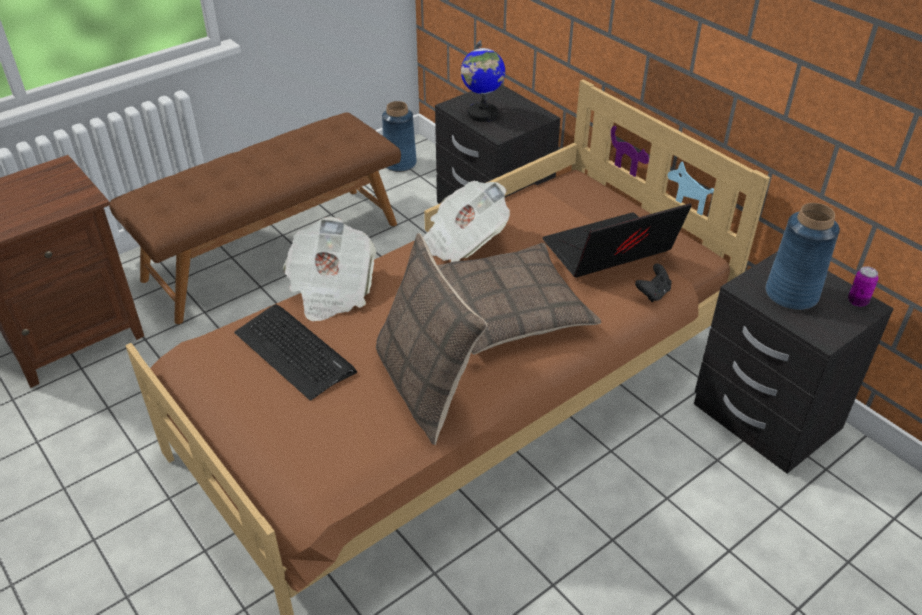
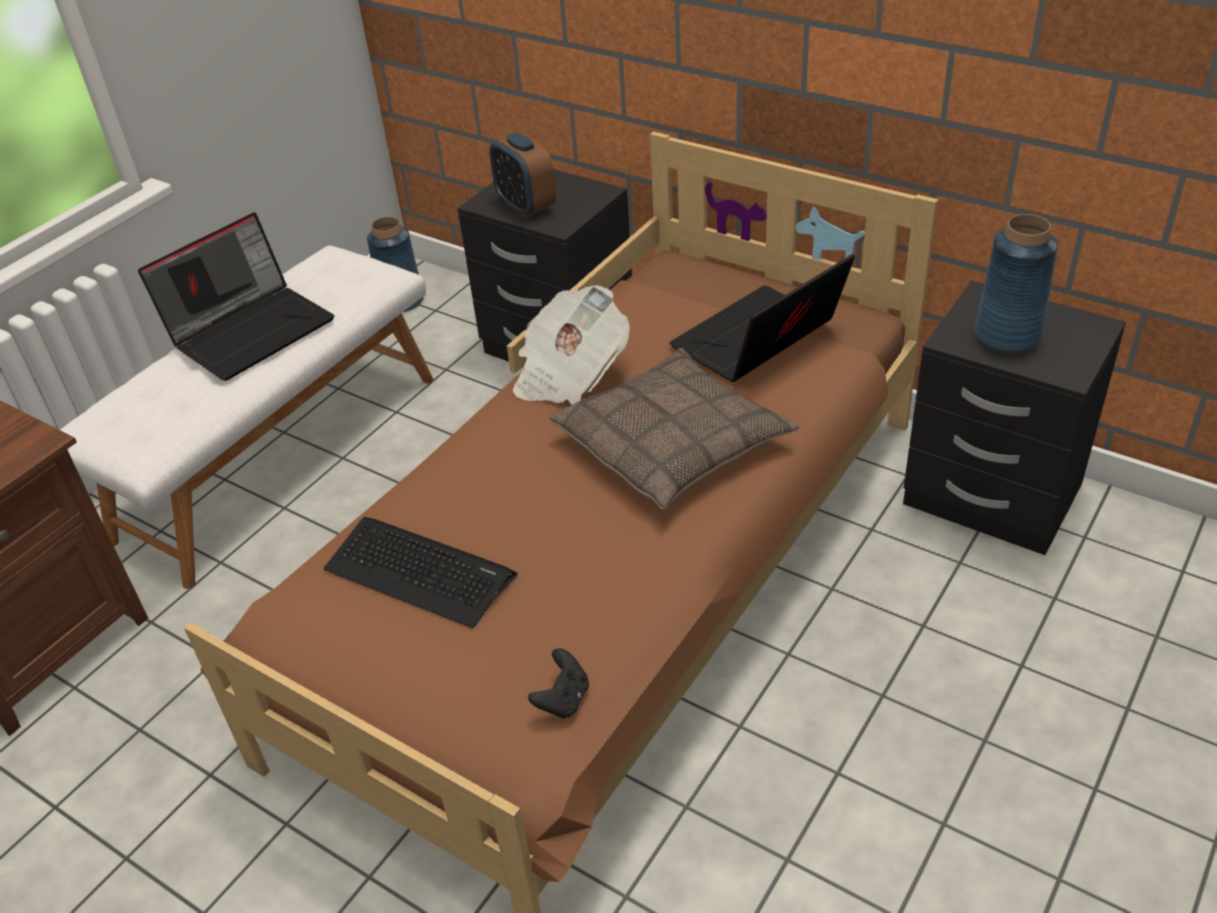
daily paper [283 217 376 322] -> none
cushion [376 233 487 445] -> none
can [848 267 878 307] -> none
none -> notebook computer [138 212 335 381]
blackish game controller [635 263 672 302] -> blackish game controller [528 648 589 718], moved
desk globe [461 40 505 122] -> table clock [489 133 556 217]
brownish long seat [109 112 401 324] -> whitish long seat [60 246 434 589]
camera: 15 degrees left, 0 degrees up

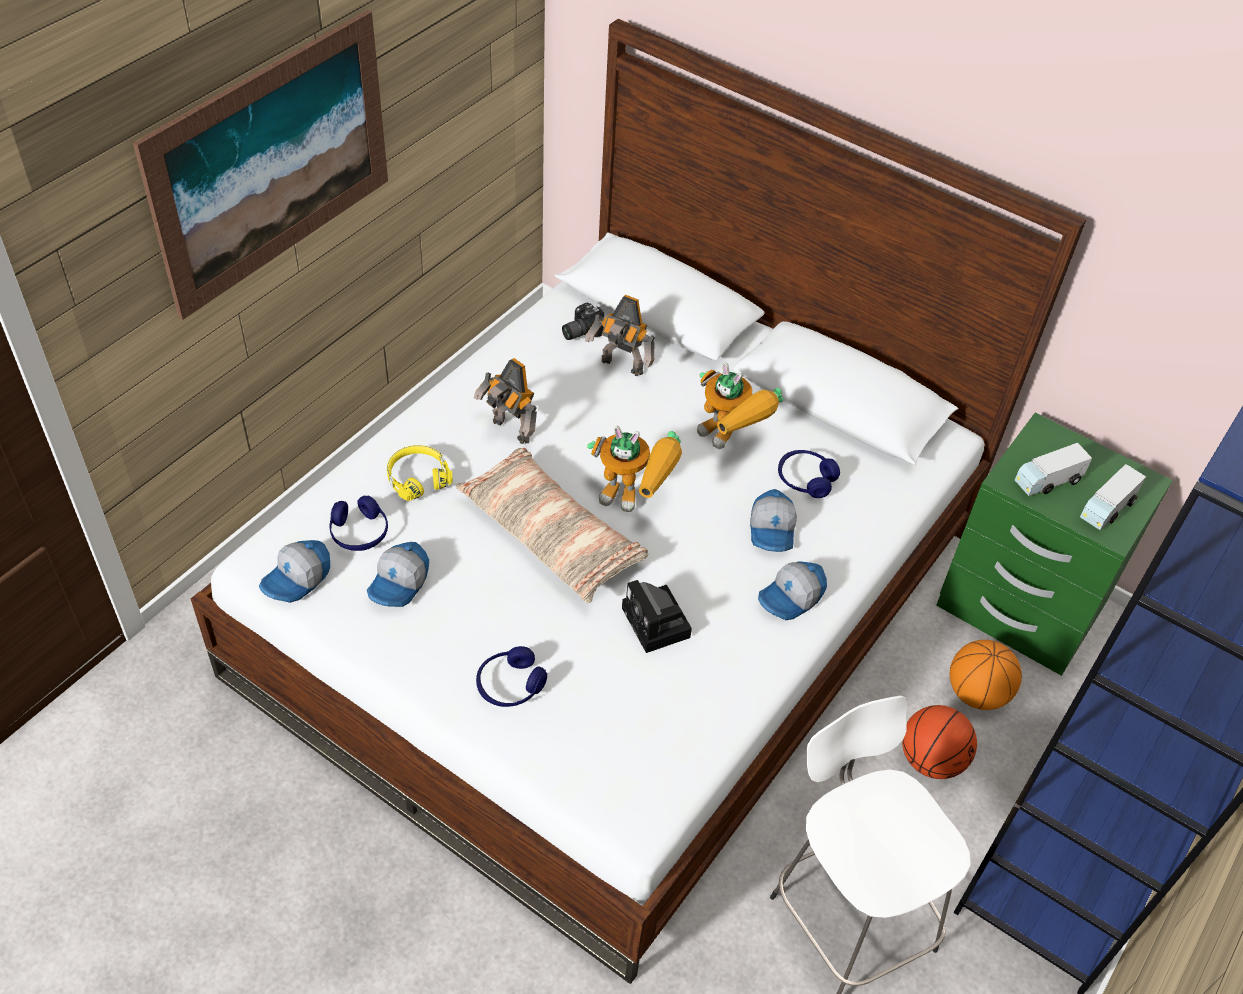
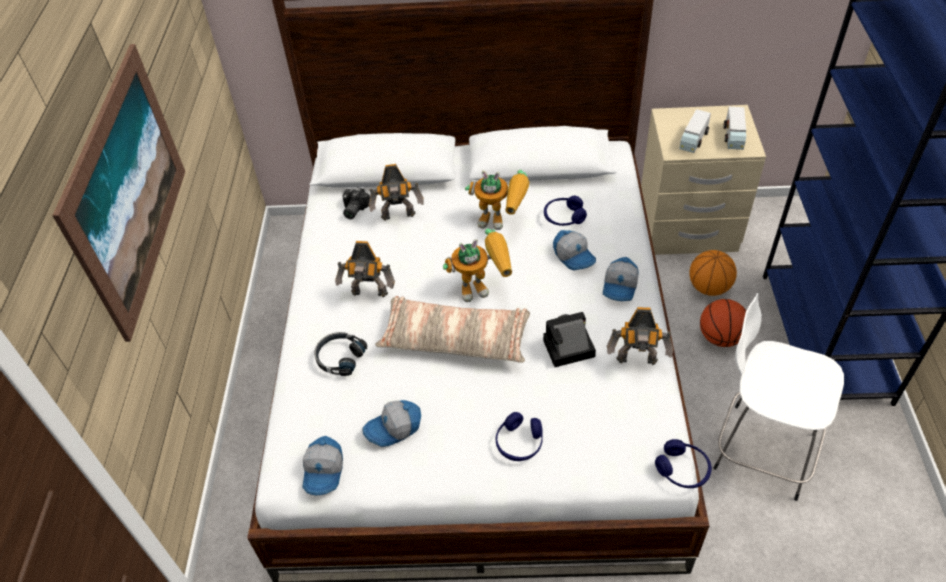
none -> model robot [607 307 673 365]
blue-coloured pair of headphones [329 496 388 551] -> blue-coloured pair of headphones [655 439 712 488], moved
yellow pair of headphones [387 445 453 501] -> blackish pair of headphones [314 332 367 376]
greenish bedside table [936 413 1173 676] -> beige bedside table [641 105 766 255]
baseball cap [367 542 429 607] -> baseball cap [362 400 421 447], 75 degrees clockwise
still camera [622 580 692 653] -> still camera [543 312 596 367], 135 degrees clockwise
camera: 30 degrees left, 0 degrees up

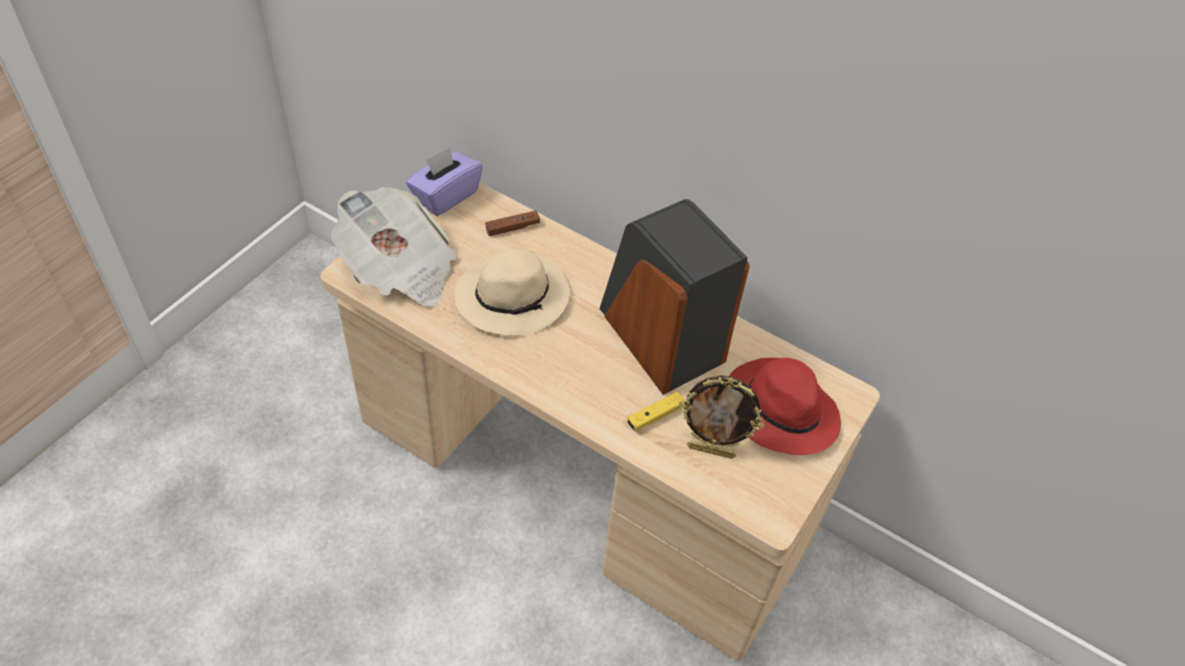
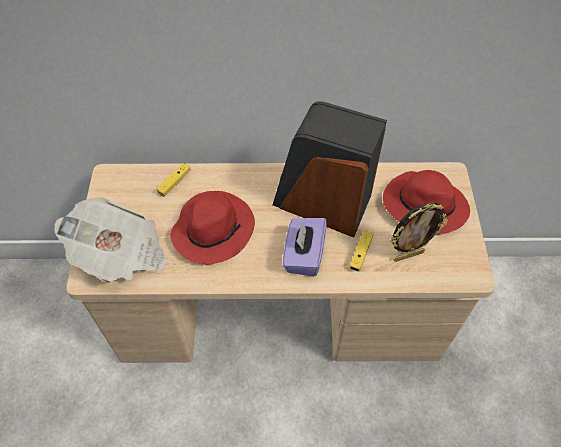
purplish tissue box [406 147 483 216] -> purplish tissue box [283 218 326 276], moved
beige clothing hat [455 249 570 336] -> reddish clothing hat [170 191 255 264]
brownish game controller [485 210 540 236] -> yellow game controller [157 163 191 197]
camera: 30 degrees left, 5 degrees up

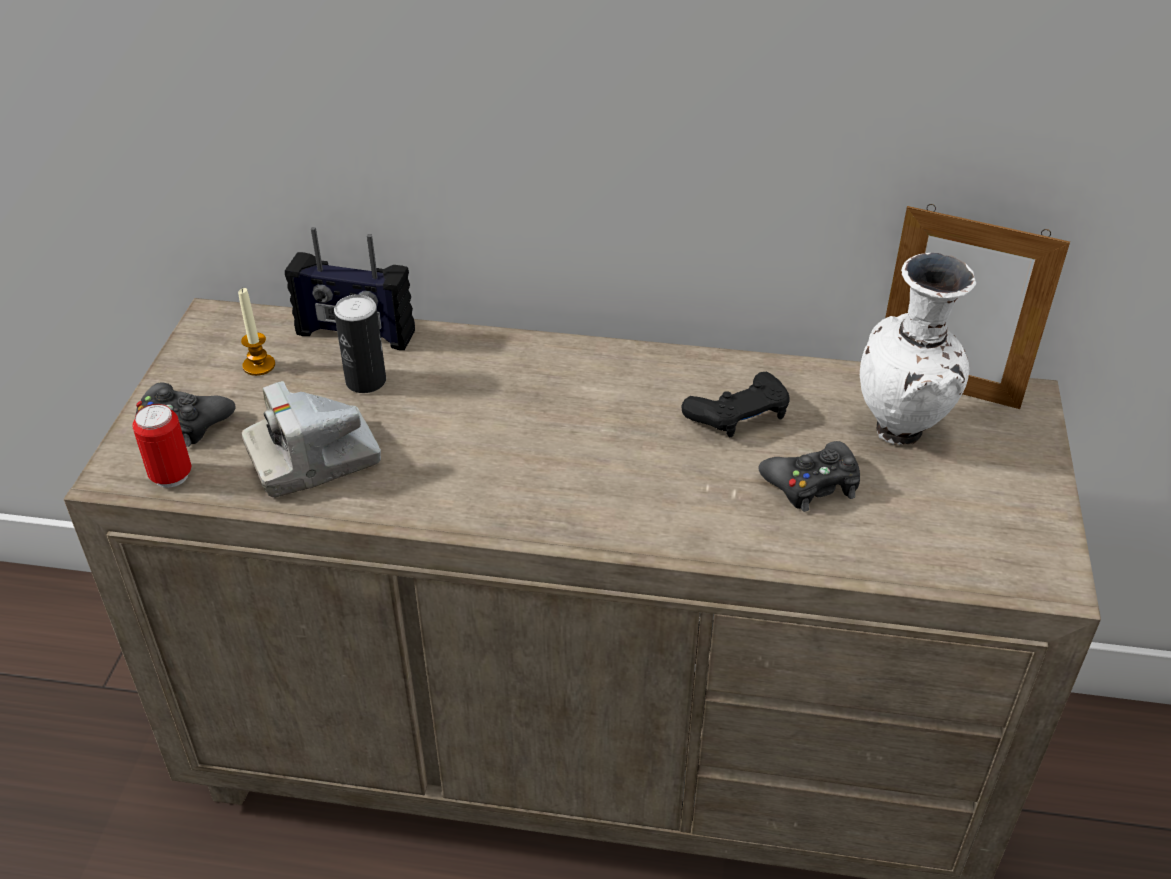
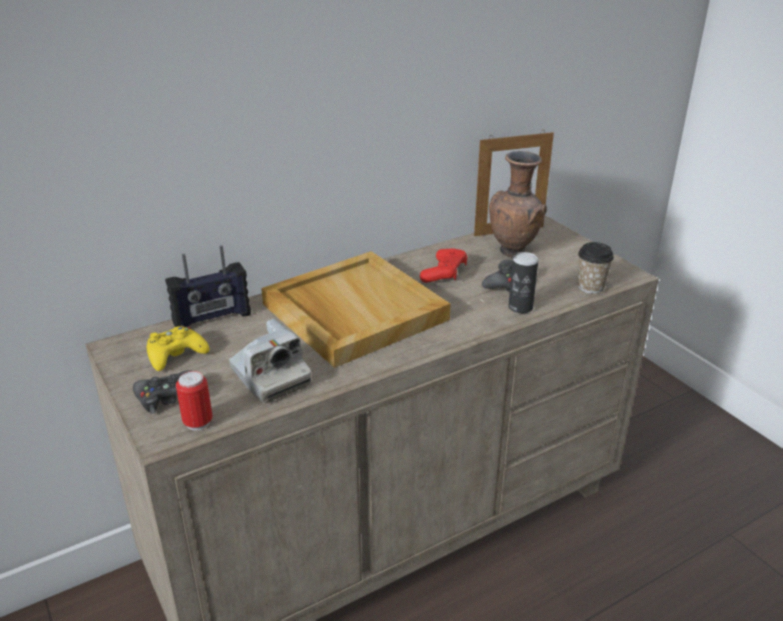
none -> beige serving tray [261 251 451 368]
none -> small cup [578 242 614 294]
can [334 294 386 393] -> can [508 252 538 313], moved
candle [238 288 275 376] -> yellow game controller [147 325 209 371]
blackish game controller [682 372 790 437] -> reddish game controller [420 249 467 283]
whitish flower vase [860 253 976 445] -> brownish flower vase [489 151 547 257]
still camera [242 381 381 497] -> still camera [229 319 311 403], 60 degrees counterclockwise
camera: 40 degrees left, 10 degrees down

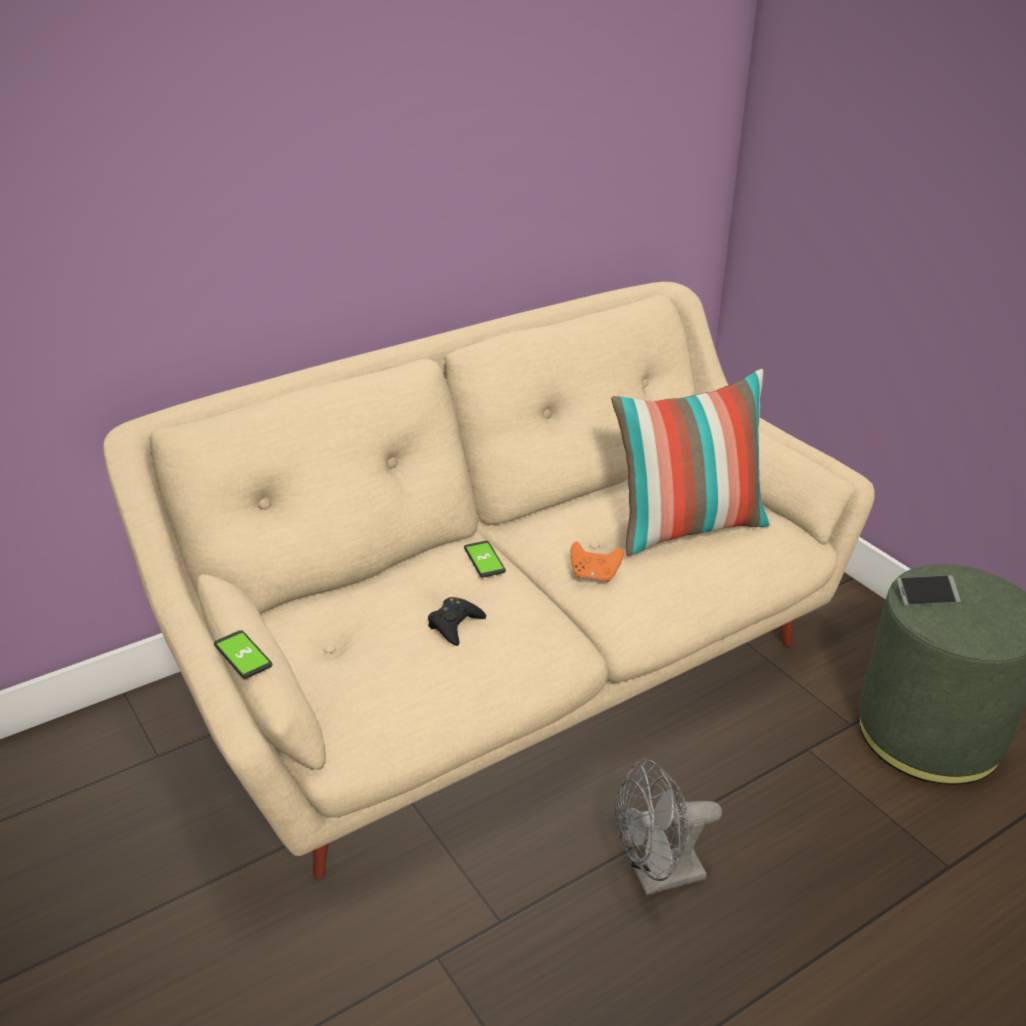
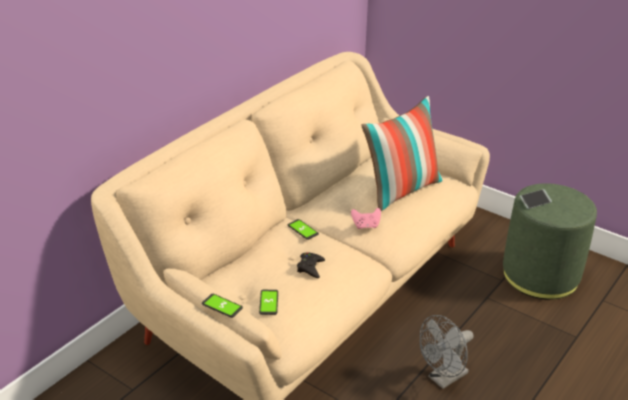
none -> phone [259 290 278 315]
orange game controller [571 541 624 582] -> pinkish game controller [351 208 381 229]
camera: 20 degrees left, 0 degrees up

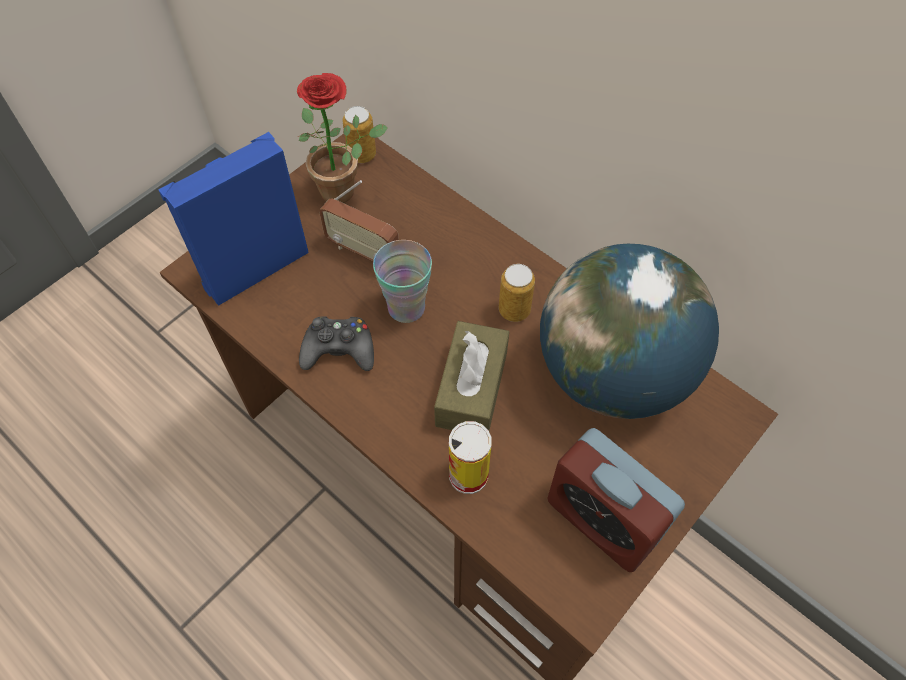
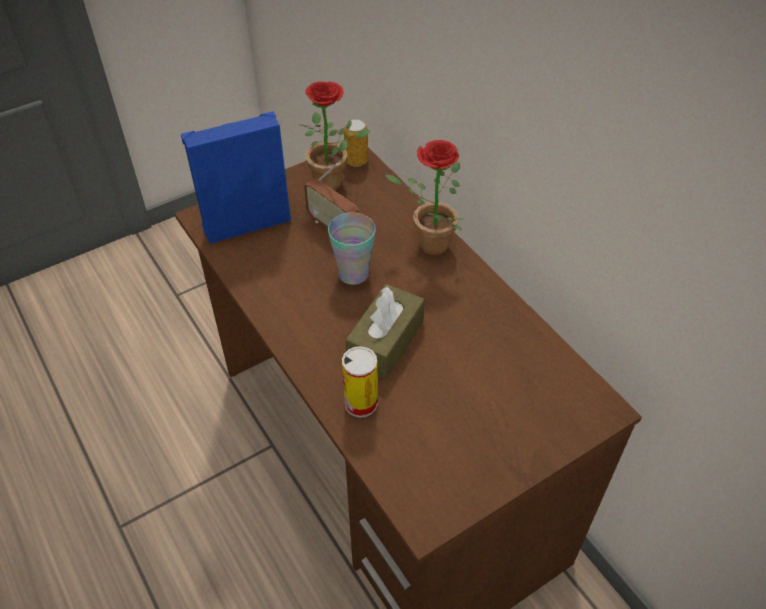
blackish game controller [299 316 374 371] -> none
can [499 264 535 322] -> none
desk globe [540 244 719 419] -> none
table clock [547 428 685 572] -> none
none -> houseplant [385 140 464 256]
camera: 15 degrees right, 10 degrees down

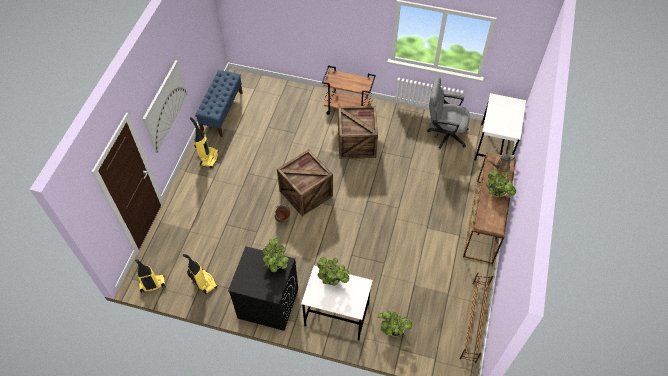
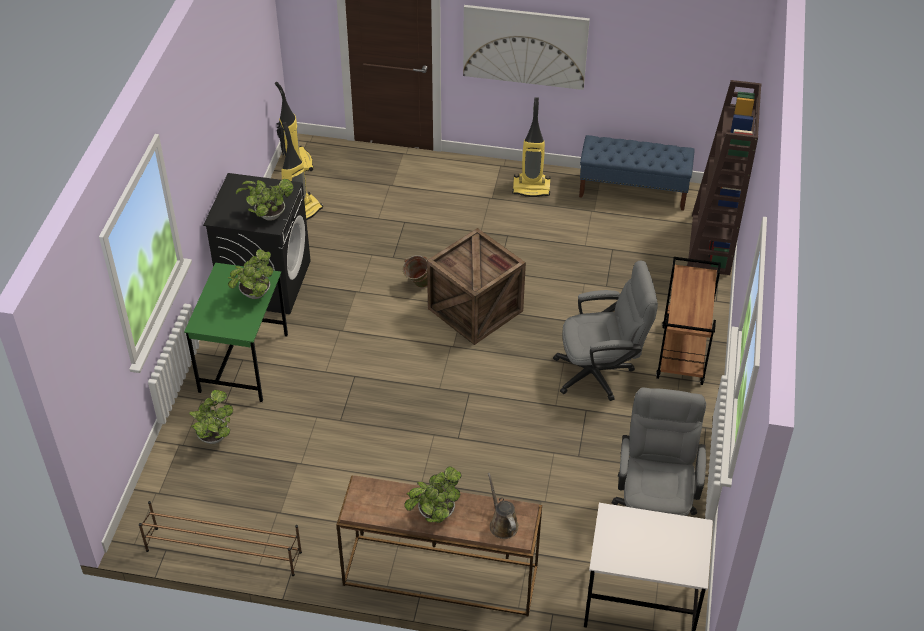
none -> brownish bookshelf [687 80 762 275]
shipping crate [338 106 378 159] -> grey office chair [553 261 658 401]
whitish desk table [301 266 373 340] -> greenish desk table [184 263 288 402]
camera: 85 degrees right, 10 degrees down

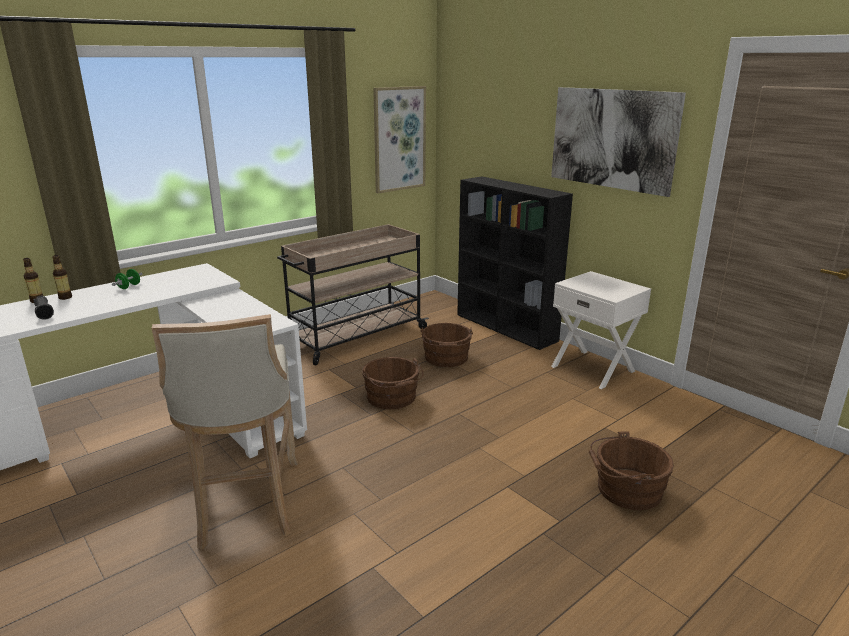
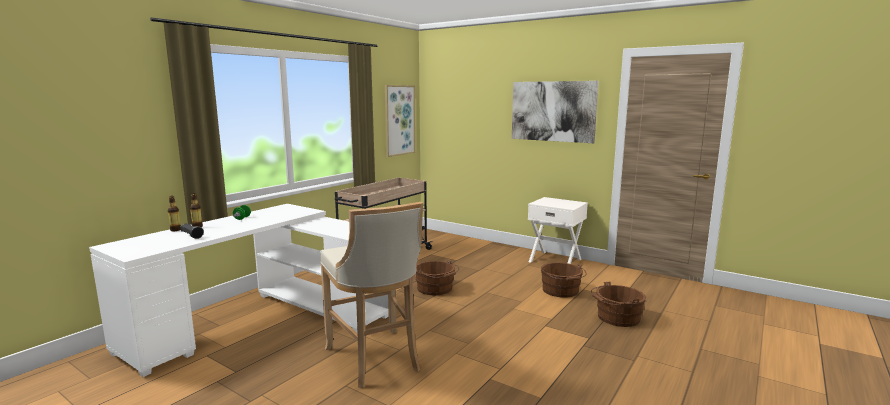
blackish bookshelf [457 176 573 350] -> none
brownish bucket [421 323 473 367] -> brownish bucket [541 263 587 298], moved
camera: 15 degrees left, 10 degrees down

